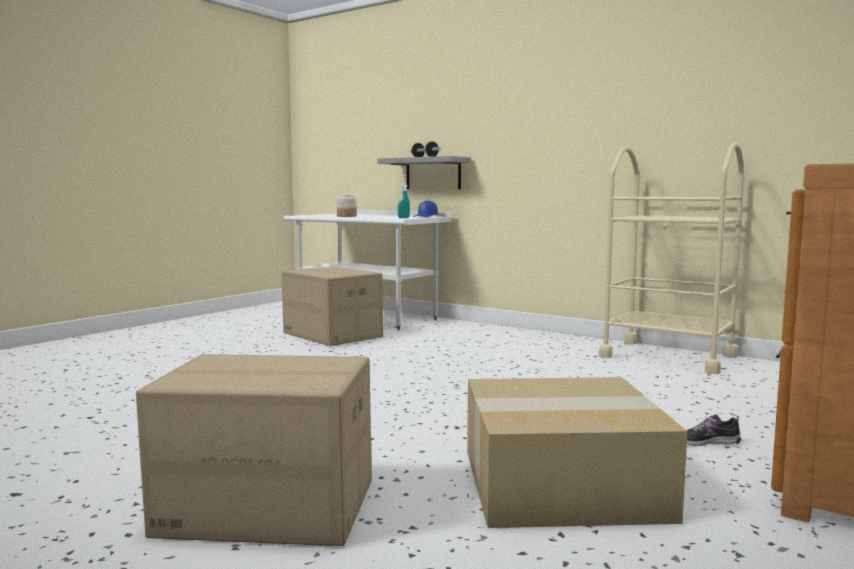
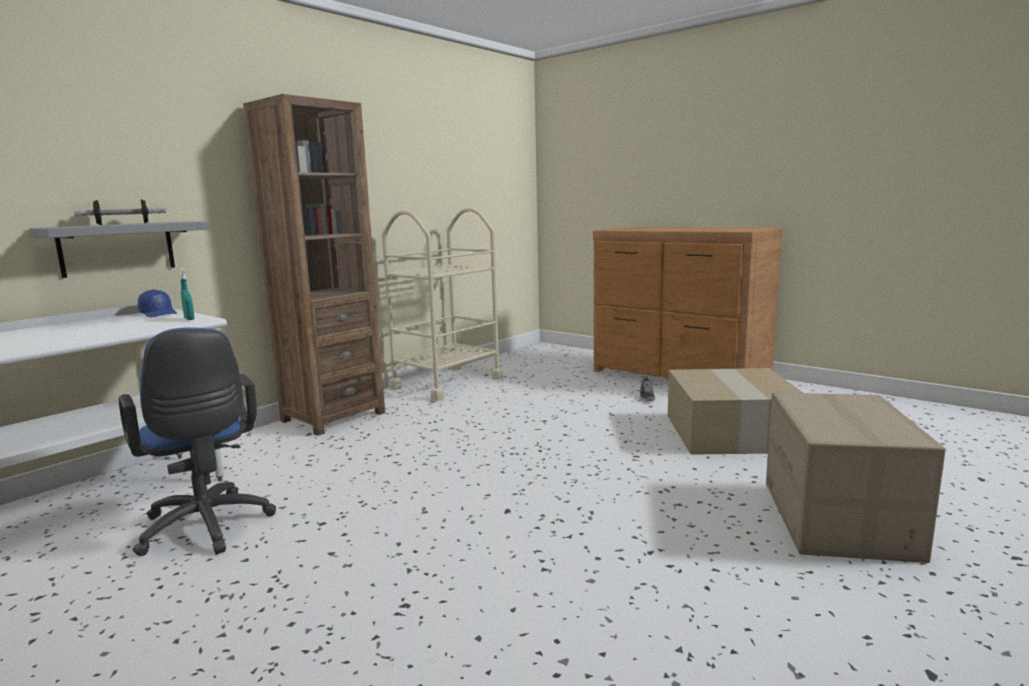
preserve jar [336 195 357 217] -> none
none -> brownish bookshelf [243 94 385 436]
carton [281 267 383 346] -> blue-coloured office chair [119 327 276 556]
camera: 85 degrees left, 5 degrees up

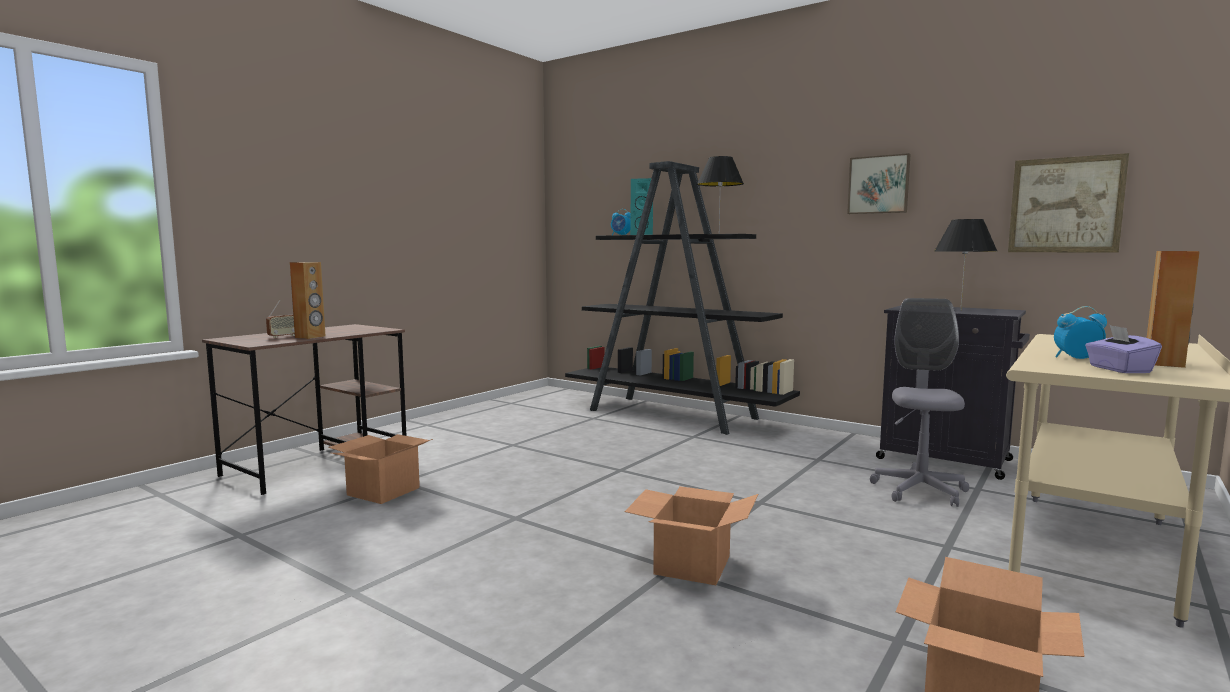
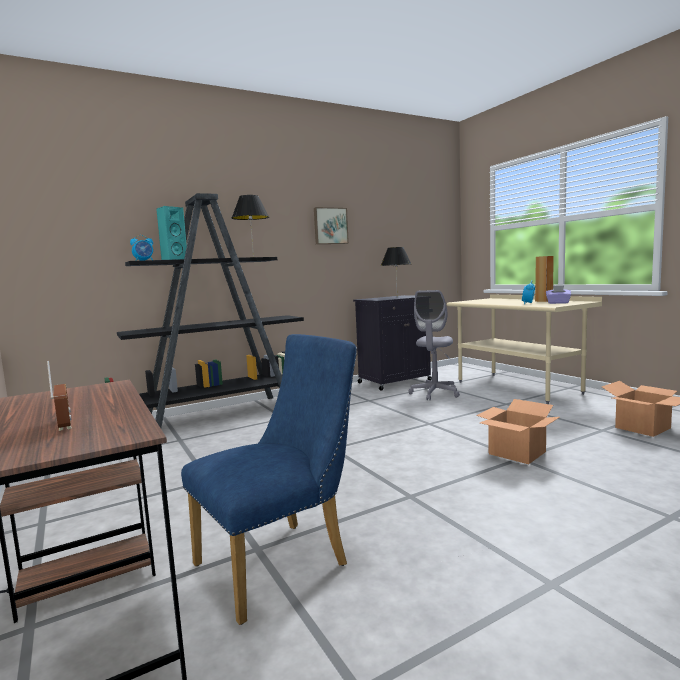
brownish speaker [290 262 326 339] -> none
wall picture [1008 153 1129 252] -> none
carton [328 434 433 504] -> blue-coloured plain chair [181 334 357 625]
grey office chair [870 298 969 507] -> grey office chair [409 290 460 400], 105 degrees counterclockwise
camera: 65 degrees left, 0 degrees up

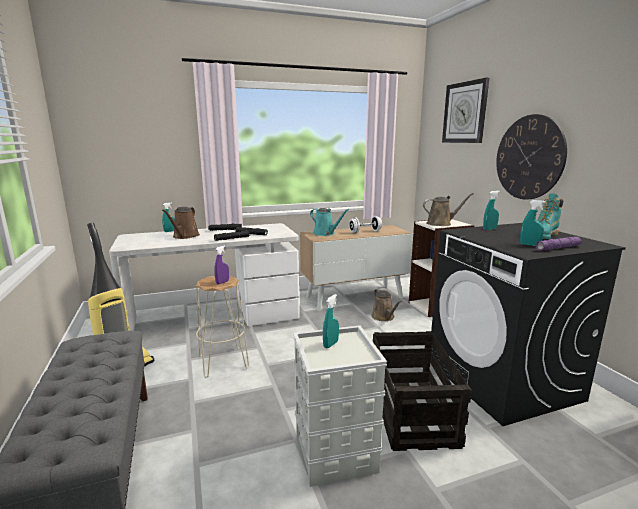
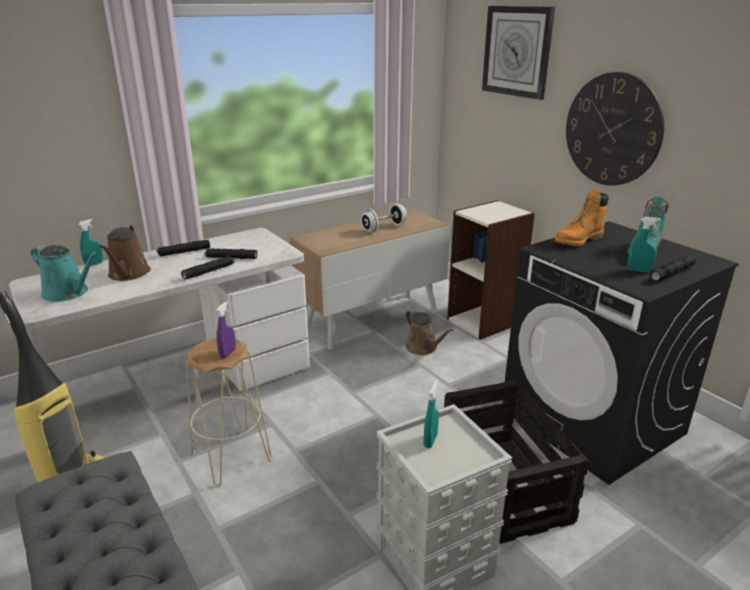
brownish sprinkling can [423 193 474 226] -> none
blue-green sprinkling can [310 208 349 236] -> blue-green sprinkling can [31 245 98 302], moved
blue-green sprayer [483 191 500 230] -> orange high-top boot [555 189 609 246]
purplish hand torch [536 237 582 251] -> blackish hand torch [650 256 696 282]
camera: 15 degrees left, 10 degrees up

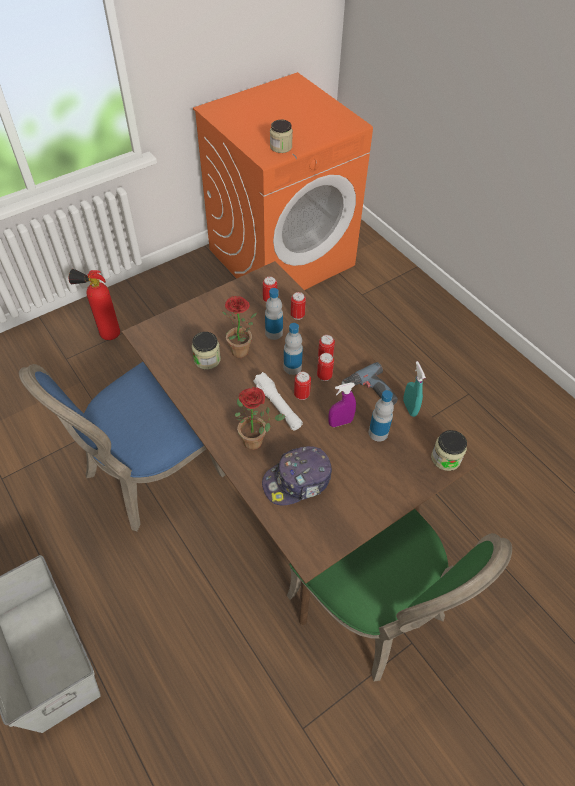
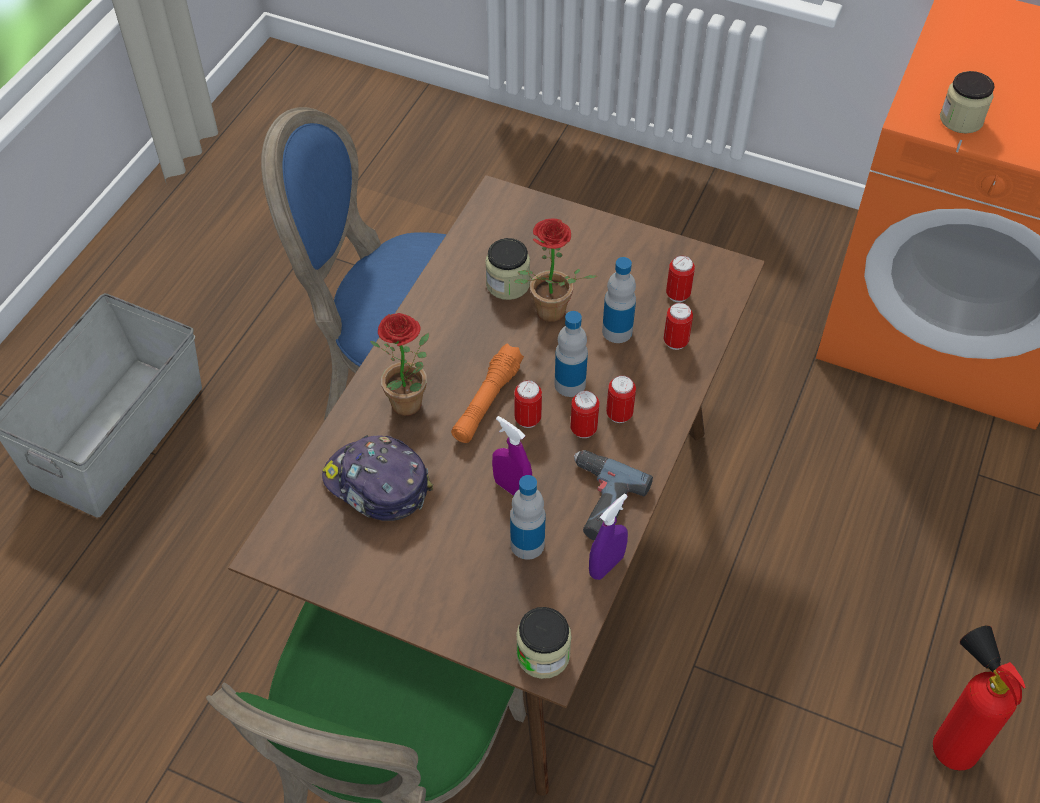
fire-fighting cylinder [69 269 120 340] -> fire-fighting cylinder [933 625 1026 771], moved
whitish hand torch [253 372 303 430] -> orange hand torch [451 343 524 443]
blue-green sprayer [403 361 426 417] -> purplish sprayer [589 494 628 580]
camera: 60 degrees right, 0 degrees up

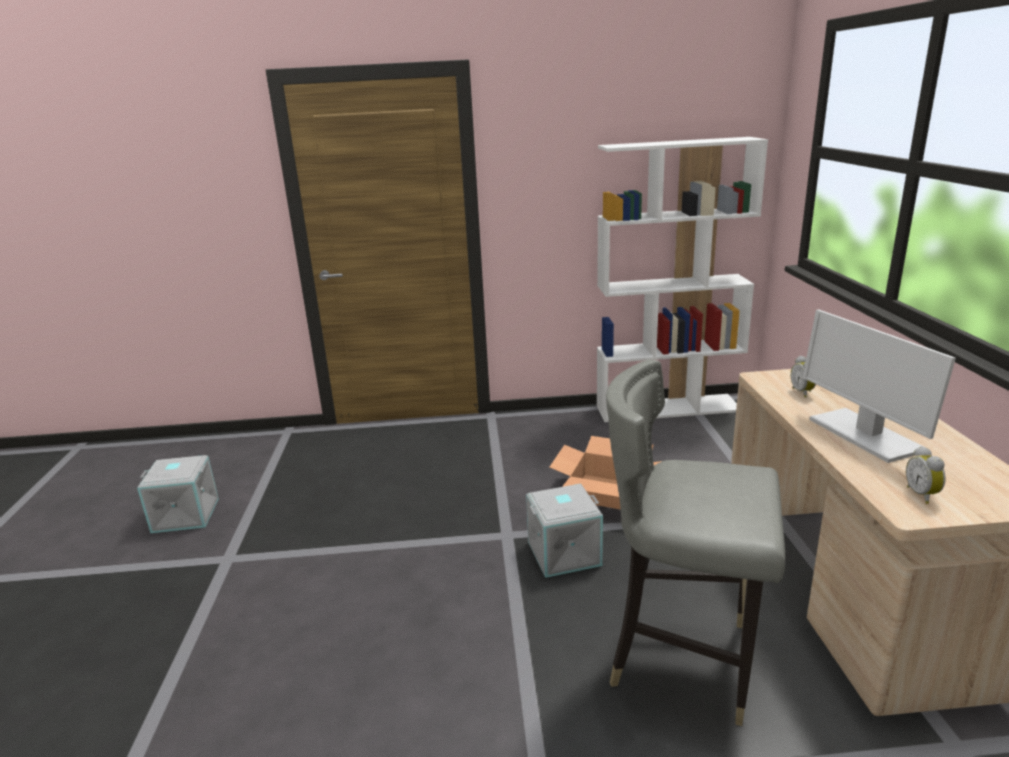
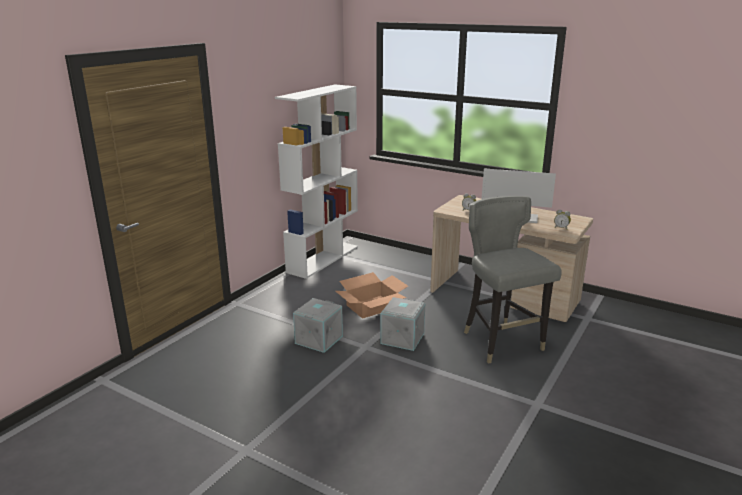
grey storage container [137 455 219 533] -> grey storage container [293 298 343 353], moved
grey plain chair [606 360 785 726] -> grey plain chair [464 196 562 364], 105 degrees clockwise
camera: 55 degrees left, 0 degrees up

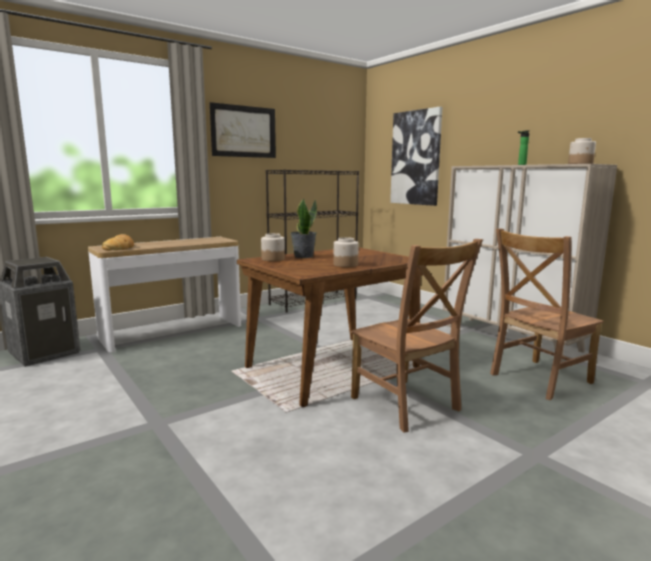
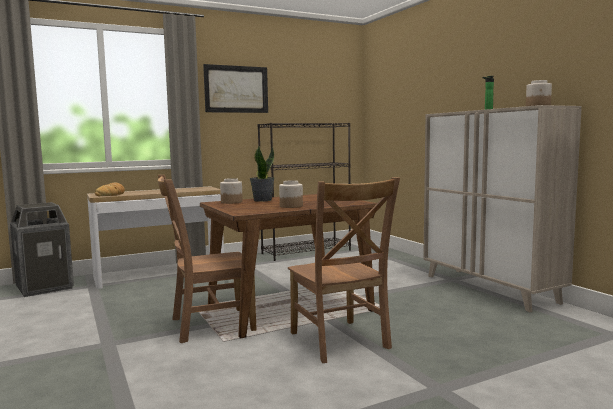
wall picture [390 107 442 206] -> none
brownish plain chair [490 229 604 400] -> brownish plain chair [158 175 257 343], moved
camera: 10 degrees right, 5 degrees down

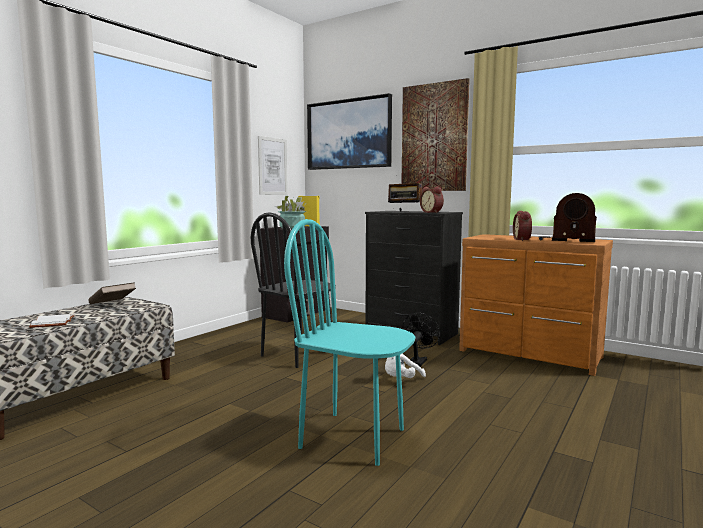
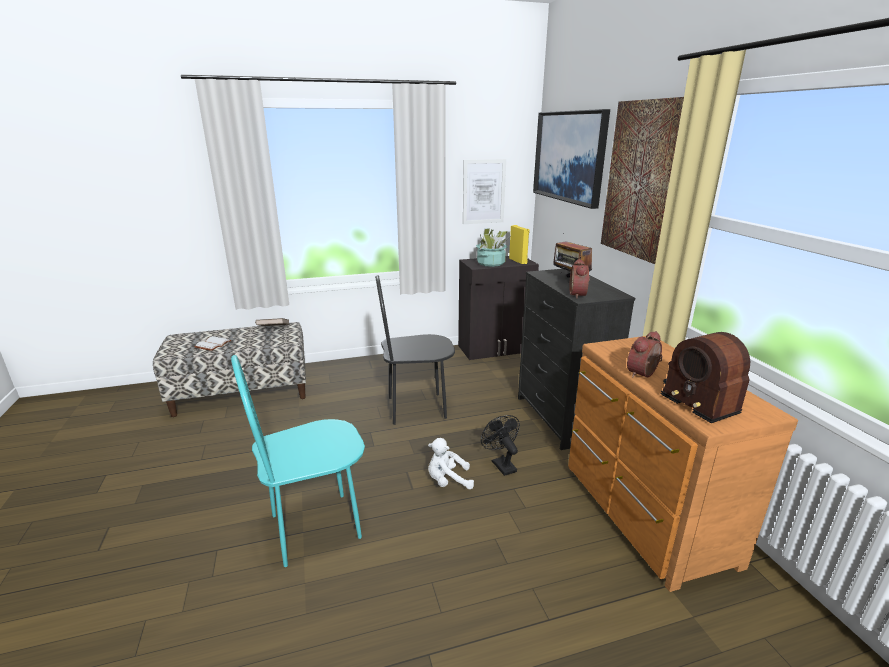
blue-green plain chair [284 219 416 466] -> blue-green plain chair [231 355 365 567], 90 degrees counterclockwise
blackish electric fan [402 313 440 367] -> blackish electric fan [481 415 520 476], 90 degrees counterclockwise
camera: 40 degrees right, 15 degrees up

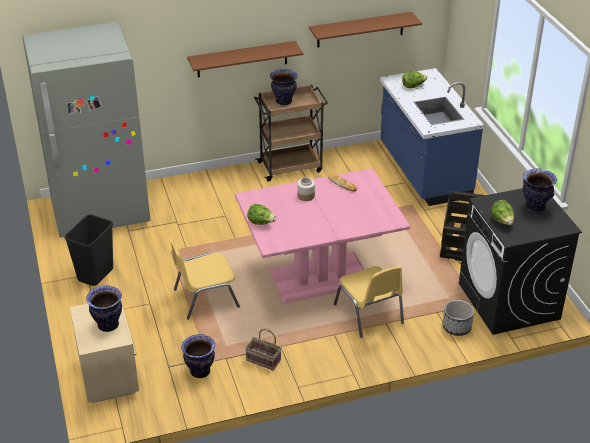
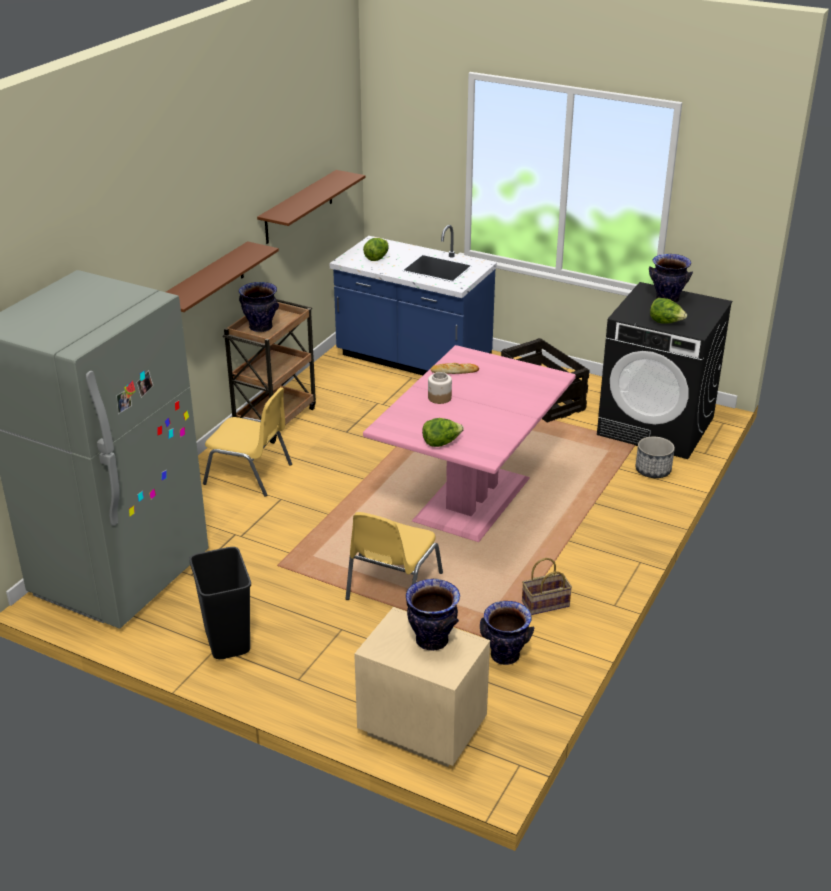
yellow plain chair [334 266 404 338] -> yellow plain chair [203 387 292 497], moved
camera: 45 degrees left, 5 degrees down

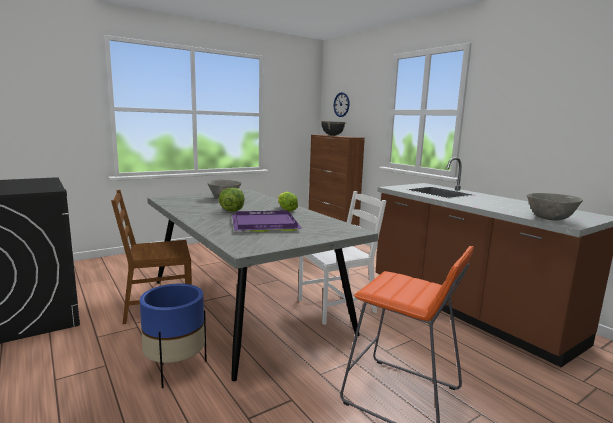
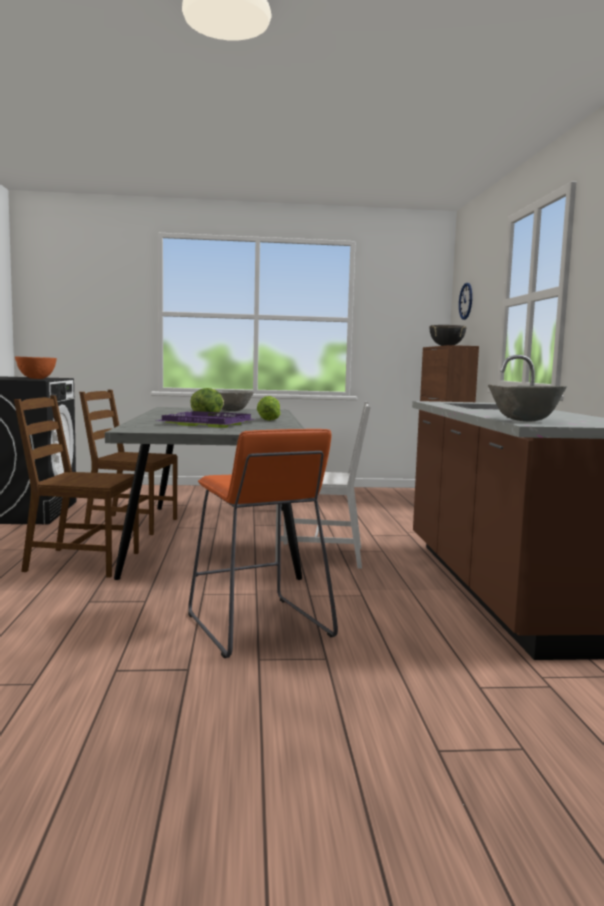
none -> orange serving bowl [15 356 57 379]
blue-coloured plant pot [140 284 207 388] -> brownish plain chair [14 395 139 578]
camera: 30 degrees right, 5 degrees down

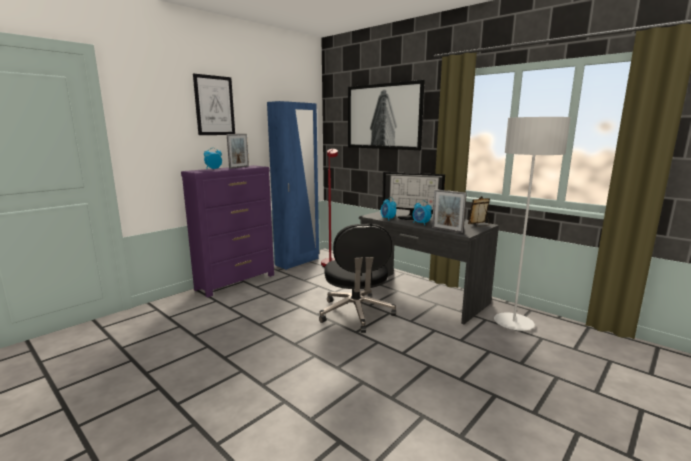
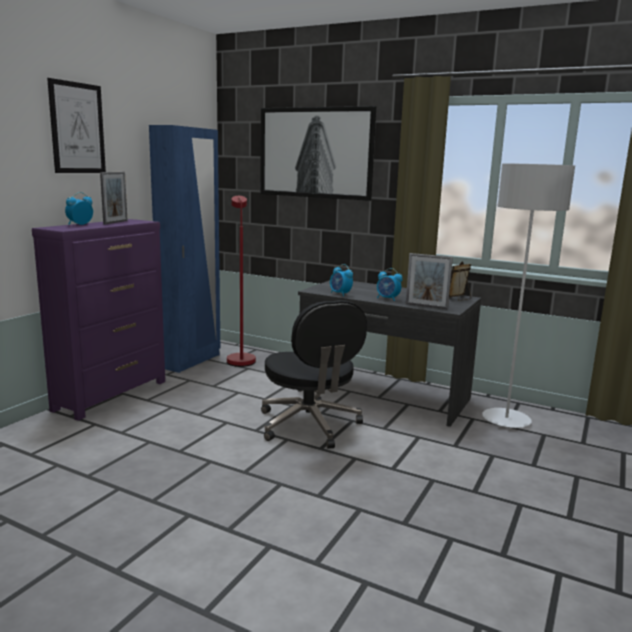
monitor [382 172 445 220] -> none
camera: 15 degrees left, 0 degrees up

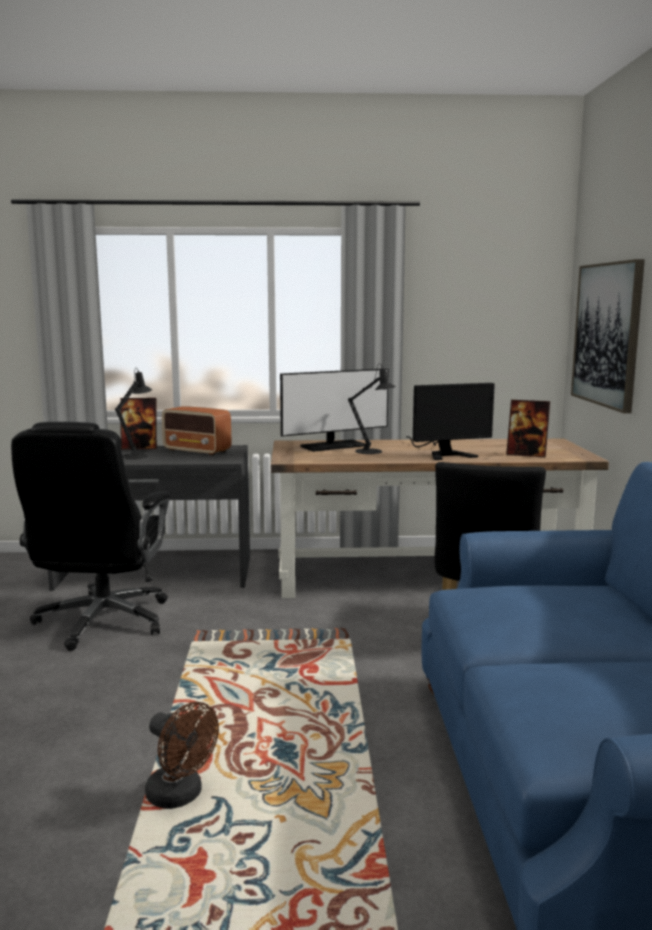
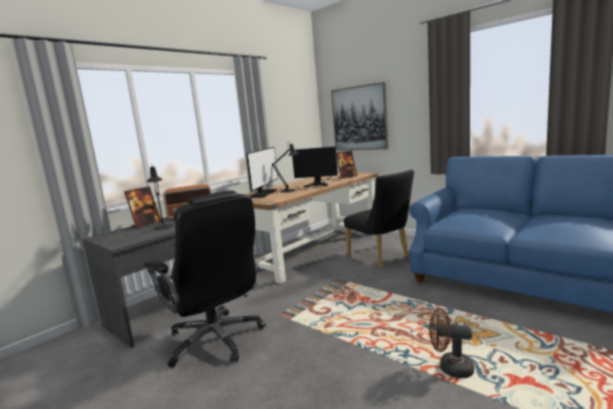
brownish electric fan [145 702 219 809] -> brownish electric fan [429 308 474 378], 150 degrees counterclockwise
monitor [406 383 495 460] -> monitor [292 147 338 187], 75 degrees clockwise
camera: 45 degrees left, 0 degrees up

